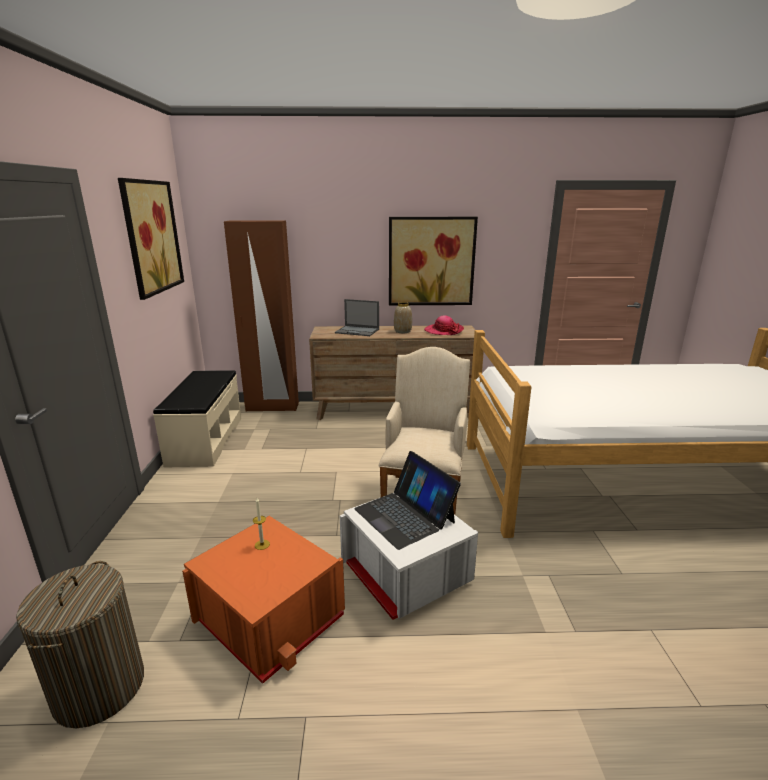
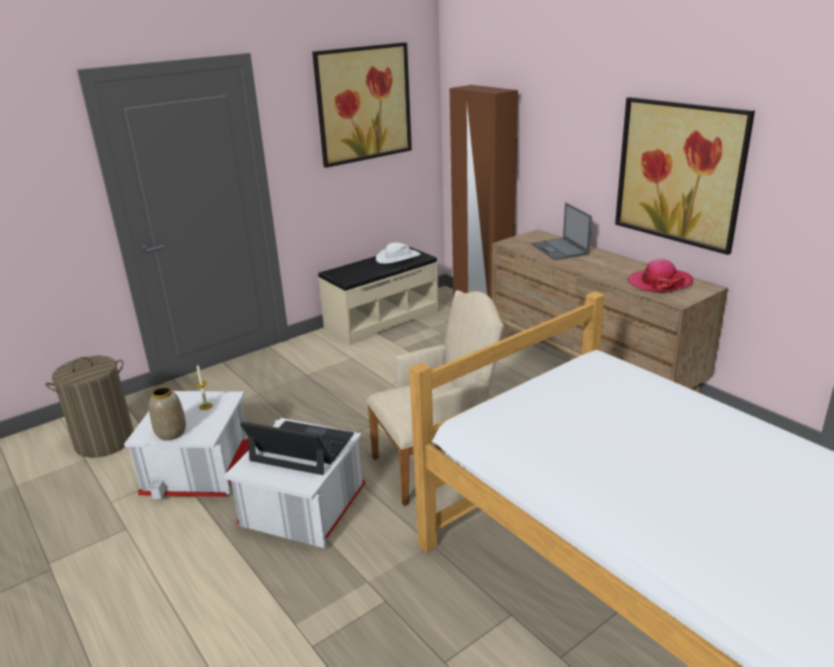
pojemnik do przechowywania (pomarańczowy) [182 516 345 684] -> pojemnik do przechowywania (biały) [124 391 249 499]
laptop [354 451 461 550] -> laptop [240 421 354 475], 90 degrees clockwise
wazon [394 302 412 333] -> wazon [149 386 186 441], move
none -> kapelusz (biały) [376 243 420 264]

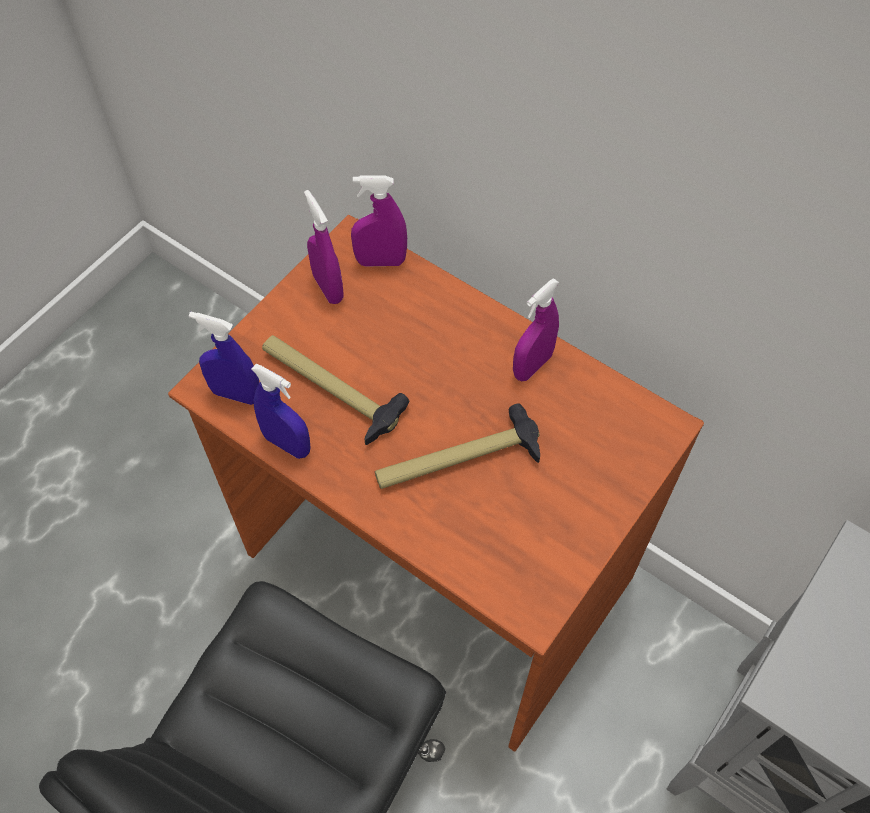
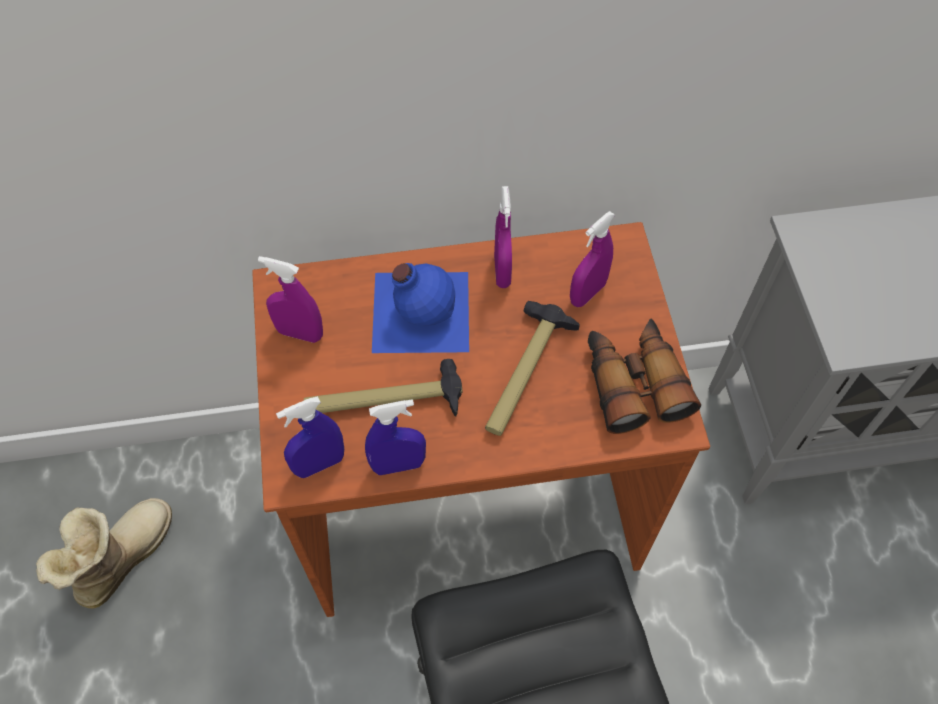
spryskiwacz (fioletowy) [351 175 407 267] -> spryskiwacz (fioletowy) [570 211 615 307], move
none -> but z cholewką [36 498 172 609]
none -> butelka (niebieski) [372 263 469 353]
none -> lornetka [588 318 701 434]

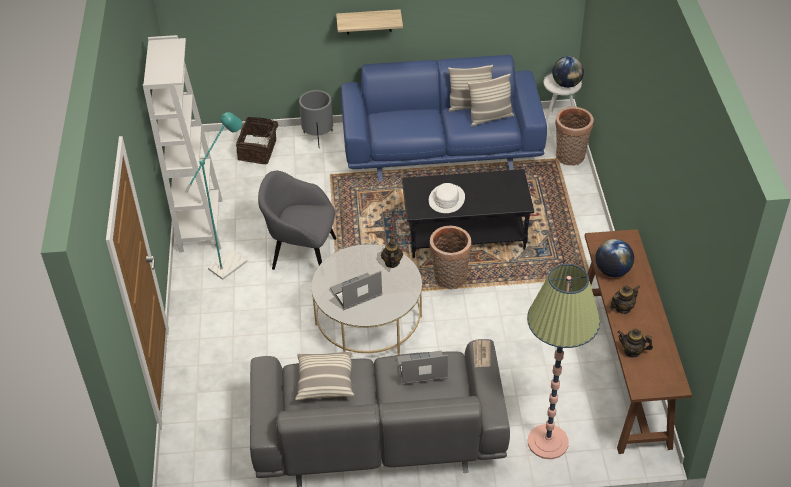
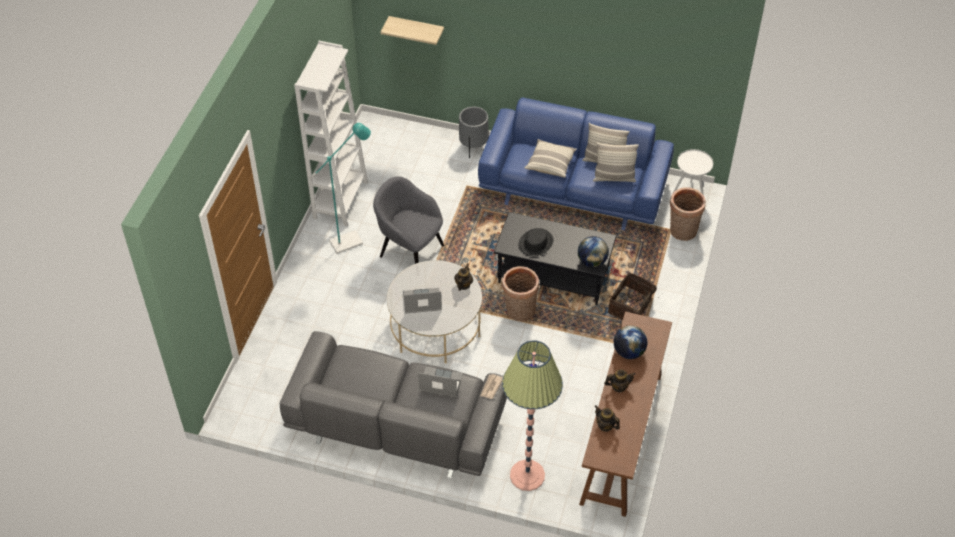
koszyk [236 117 278 164] -> koszyk [608 273 657 321], move
poduszka [295 351 354 400] -> poduszka [525 139 577 177], move
półka [336 9 403 35] -> półka [380 16 444 45], move
kapelusz (biały) [429 183 465 213] -> kapelusz (czarny) [518 228 554 256]
globus [552 56 584 88] -> globus [578 236 609 267], move

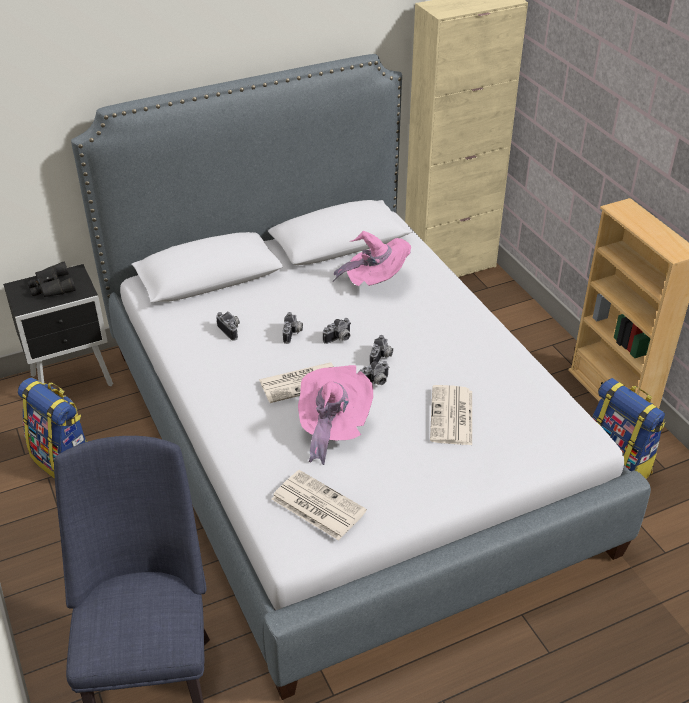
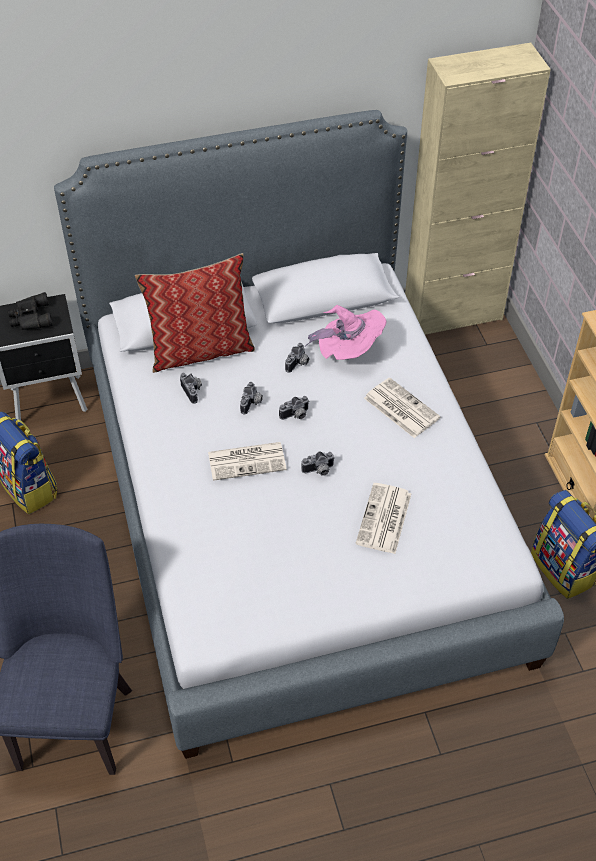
gazeta [271 470 367 541] -> gazeta [364 378 441 438], move
kapelusz (różowy) [298 365 373 465] -> none
aparat fotograficzny [370 335 393 365] -> aparat fotograficzny [285 343 310 373], move
none -> poduszka [135 253 255 373]

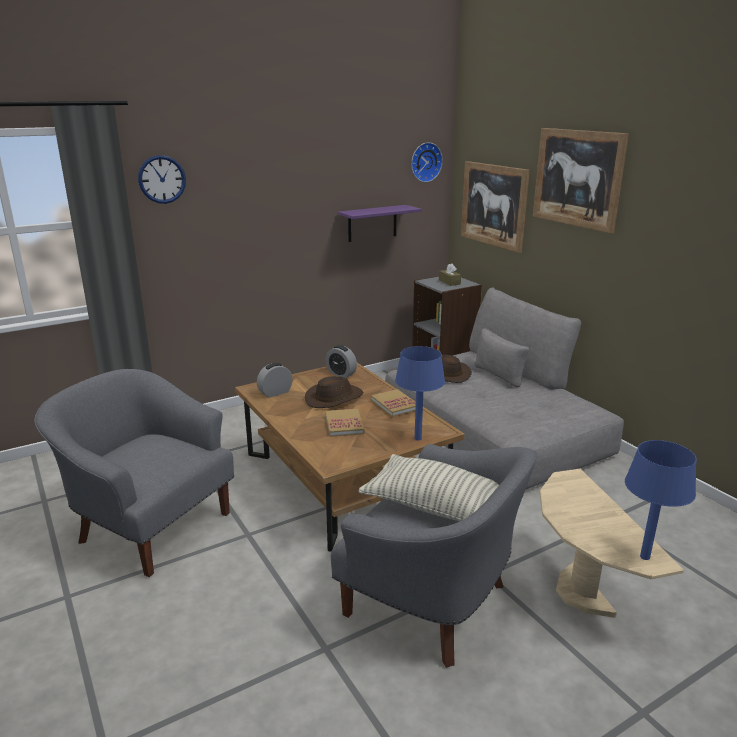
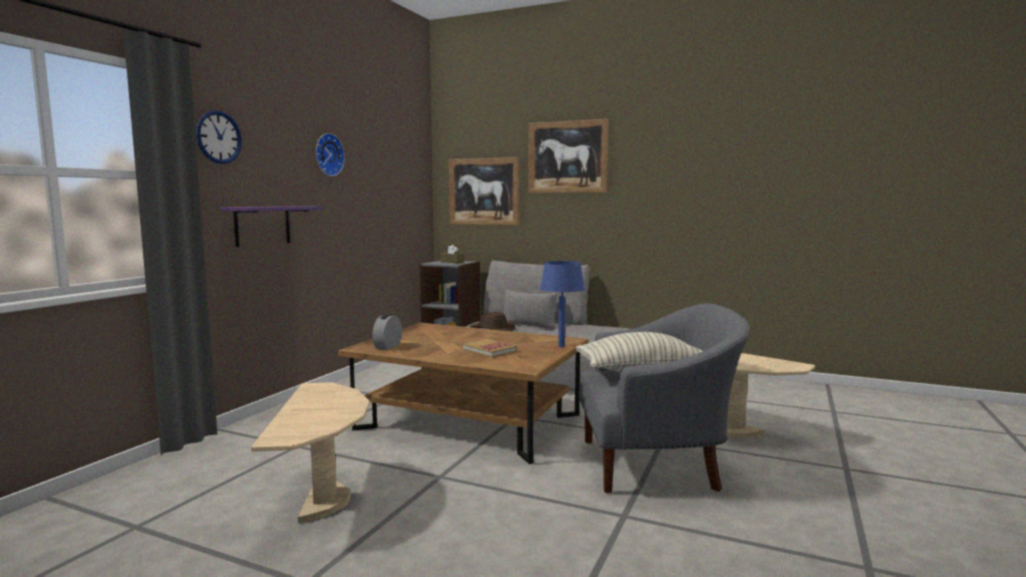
fotel (szary) [34 369 234 577] -> stolik (beżowy) [251 382 370 524]
kapelusz (brązowy) [305 376 363 408] -> none
budzik [326 345 357 378] -> none
półka (fioletowy) [338 205 422 242] -> półka (fioletowy) [221 206 323 247], move
książka [371 389 416 417] -> none
zegar ścienny [411 142 443 182] -> zegar ścienny [316 133 345 176], move
lampa stołowa (niebieski) [625 440 697 560] -> none

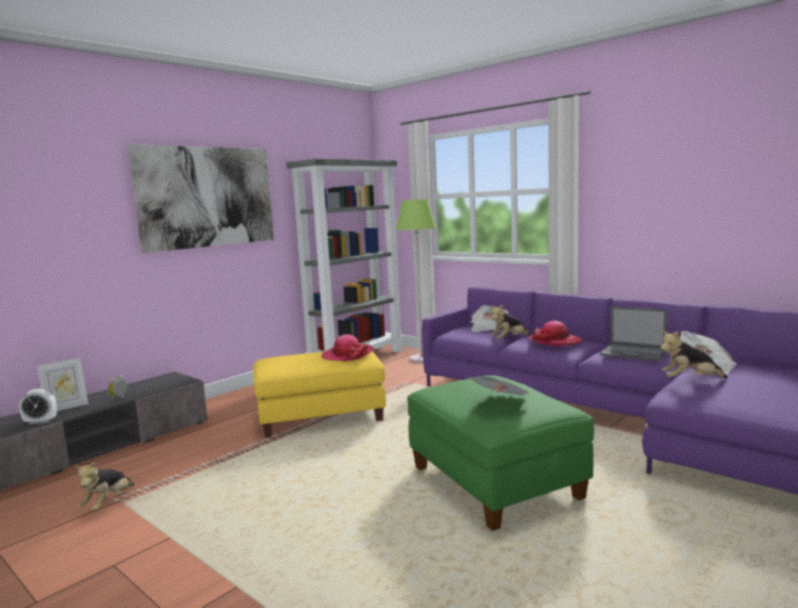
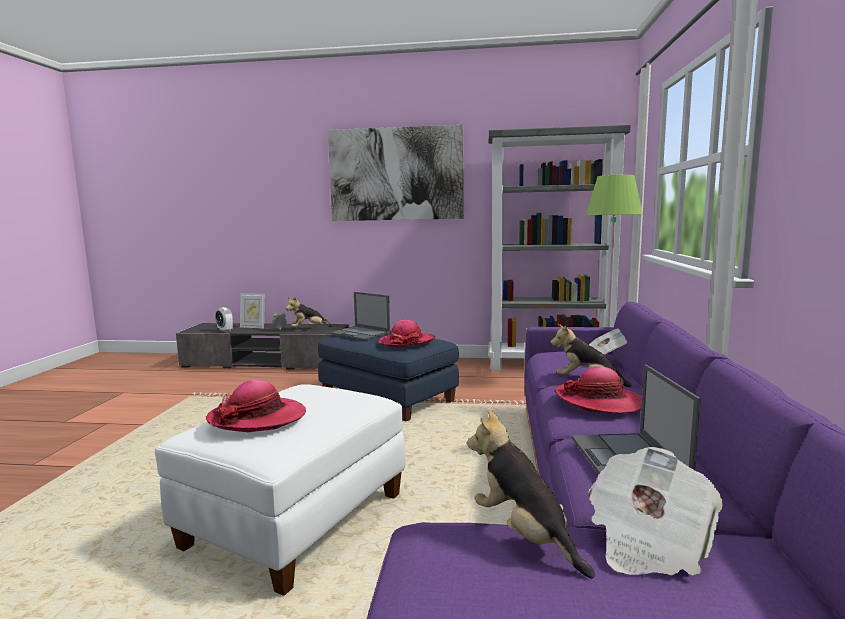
pluszak [75 461 134 511] -> pluszak [286 297 333 327], move
pufa (żółty) [253 351 386 438] -> pufa (niebieski) [318 331 459 421]
pufa (zielony) [407 375 594 531] -> pufa (biały) [155 384 406 596]
gazeta [467 377 528 396] -> kapelusz [206 379 306 432]
none -> laptop [330 292 390 340]

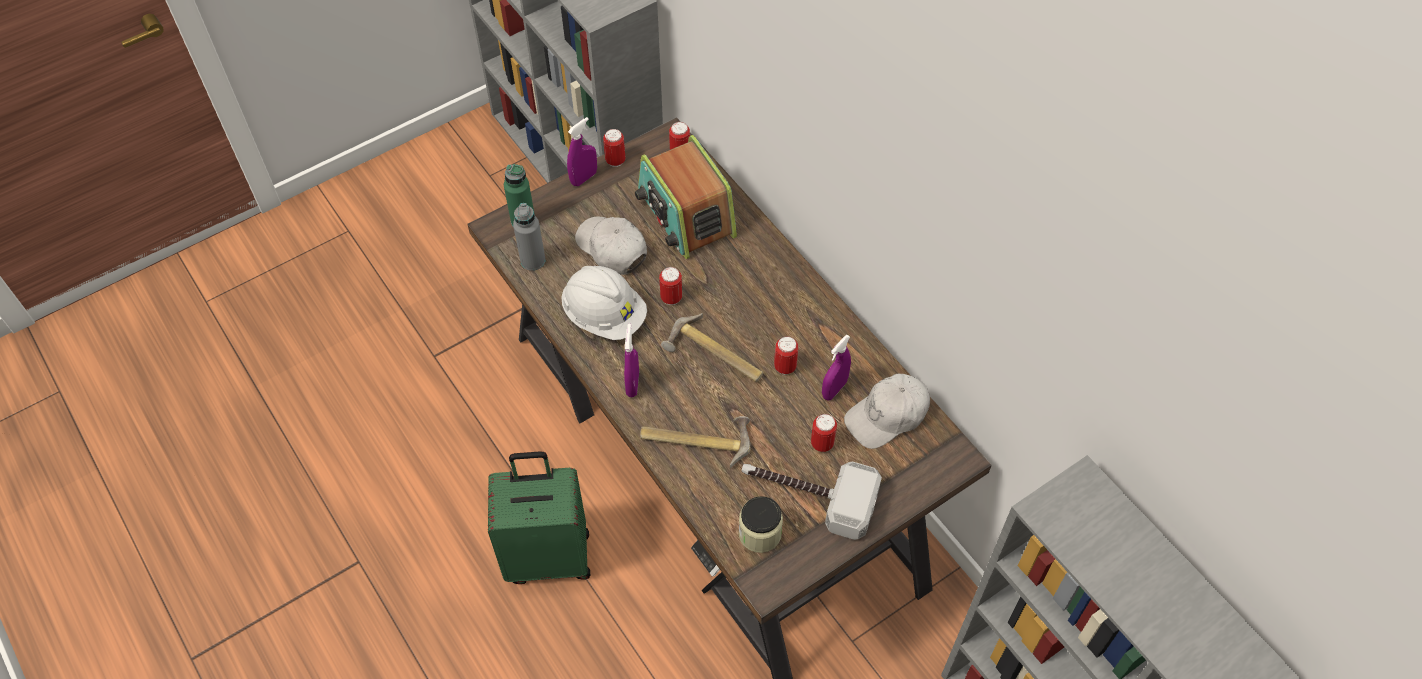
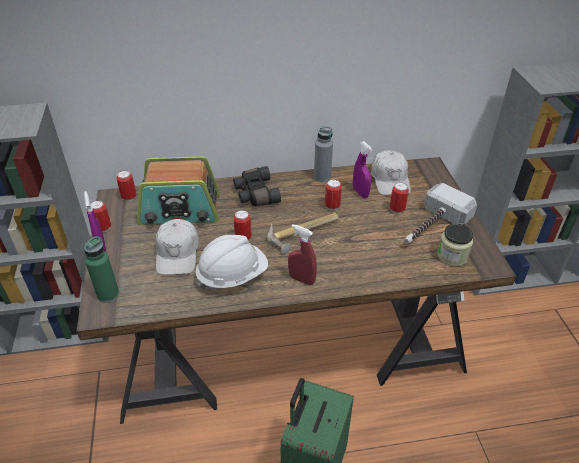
butelka (szary) [513 203 546 271] -> butelka (szary) [314 126 333 182], move
czapka z daszkiem (biały) [575 217 647 275] -> czapka z daszkiem (biały) [155 219 199 275], 75 degrees counterclockwise
spryskiwacz (fioletowy) [624 324 639 397] -> spryskiwacz (czerwony) [288 224 317 285]
młotek [640 416 751 468] -> none
none -> lornetka (czarny) [233 166 281 206]

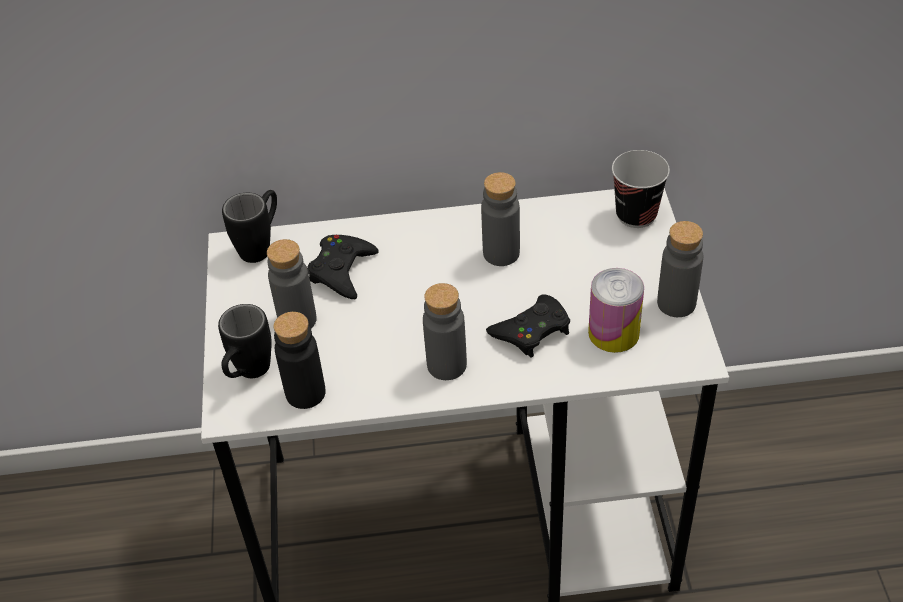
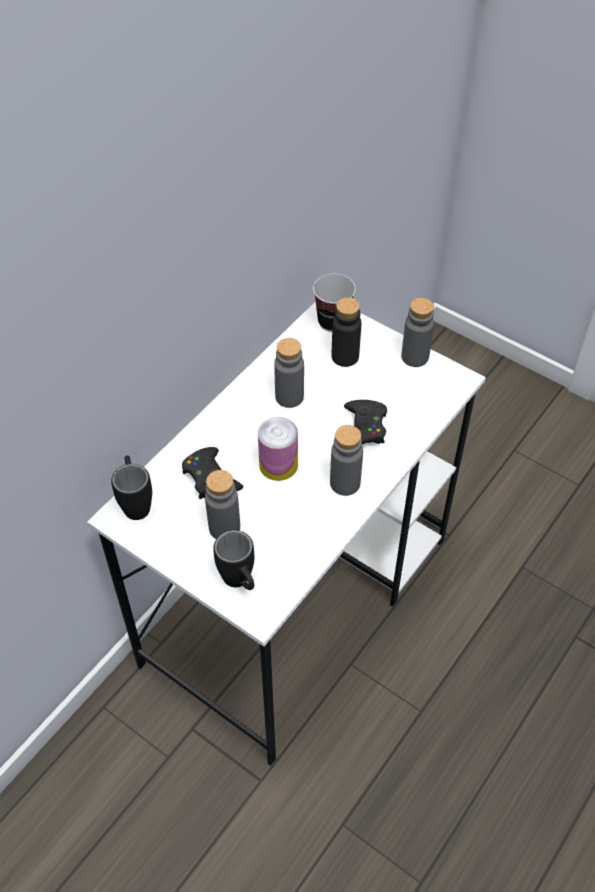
butelka (czarny) [273 312 326 409] -> butelka (czarny) [332 297 361 367], move
puszka [588 268 644 353] -> puszka [258 417 298 481], move

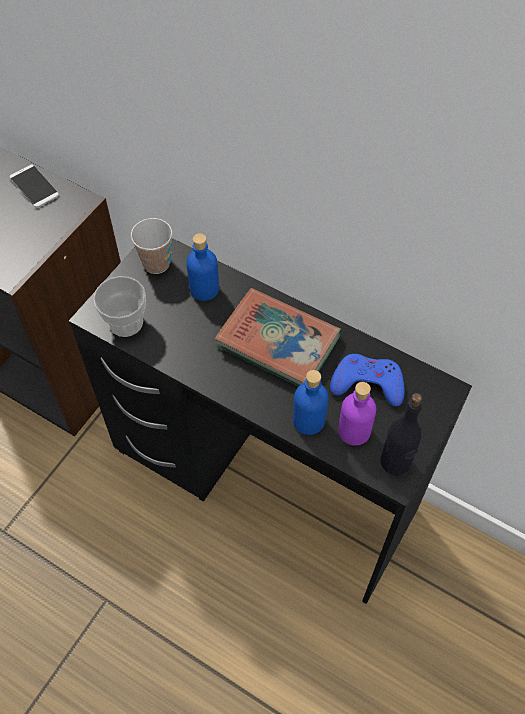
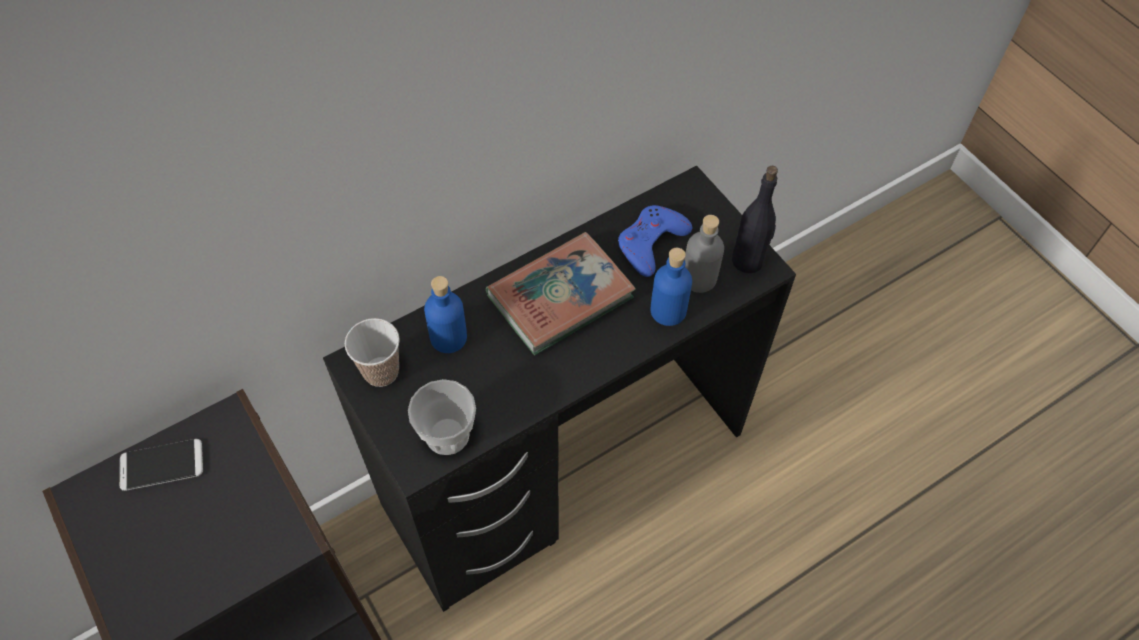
butelka (fioletowy) [338 382 376 446] -> butelka (szary) [684 215 724 293]

